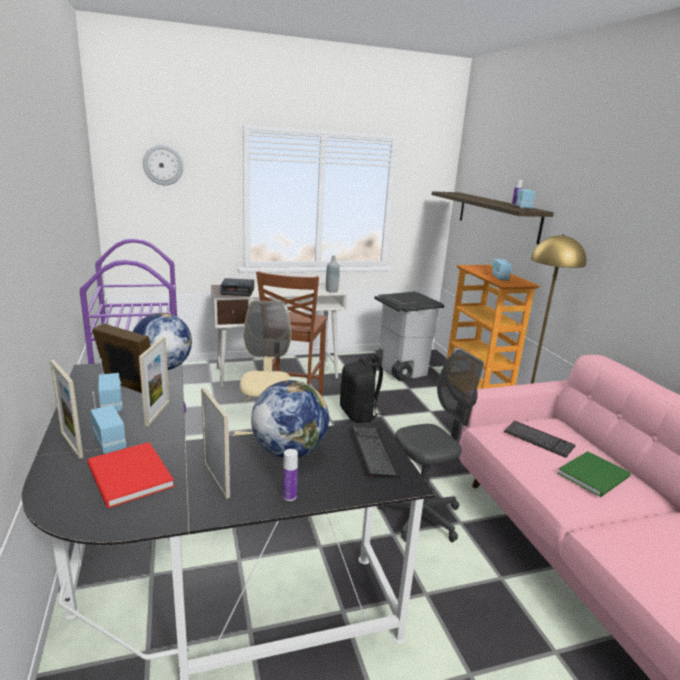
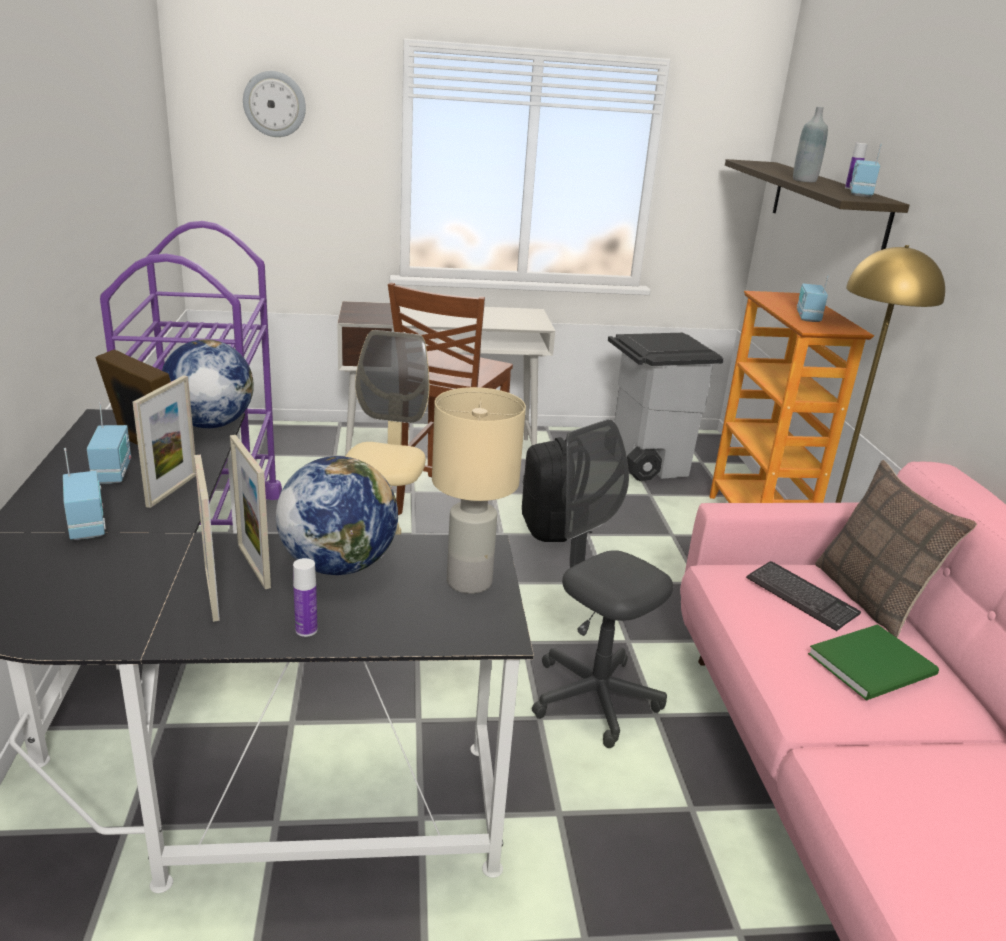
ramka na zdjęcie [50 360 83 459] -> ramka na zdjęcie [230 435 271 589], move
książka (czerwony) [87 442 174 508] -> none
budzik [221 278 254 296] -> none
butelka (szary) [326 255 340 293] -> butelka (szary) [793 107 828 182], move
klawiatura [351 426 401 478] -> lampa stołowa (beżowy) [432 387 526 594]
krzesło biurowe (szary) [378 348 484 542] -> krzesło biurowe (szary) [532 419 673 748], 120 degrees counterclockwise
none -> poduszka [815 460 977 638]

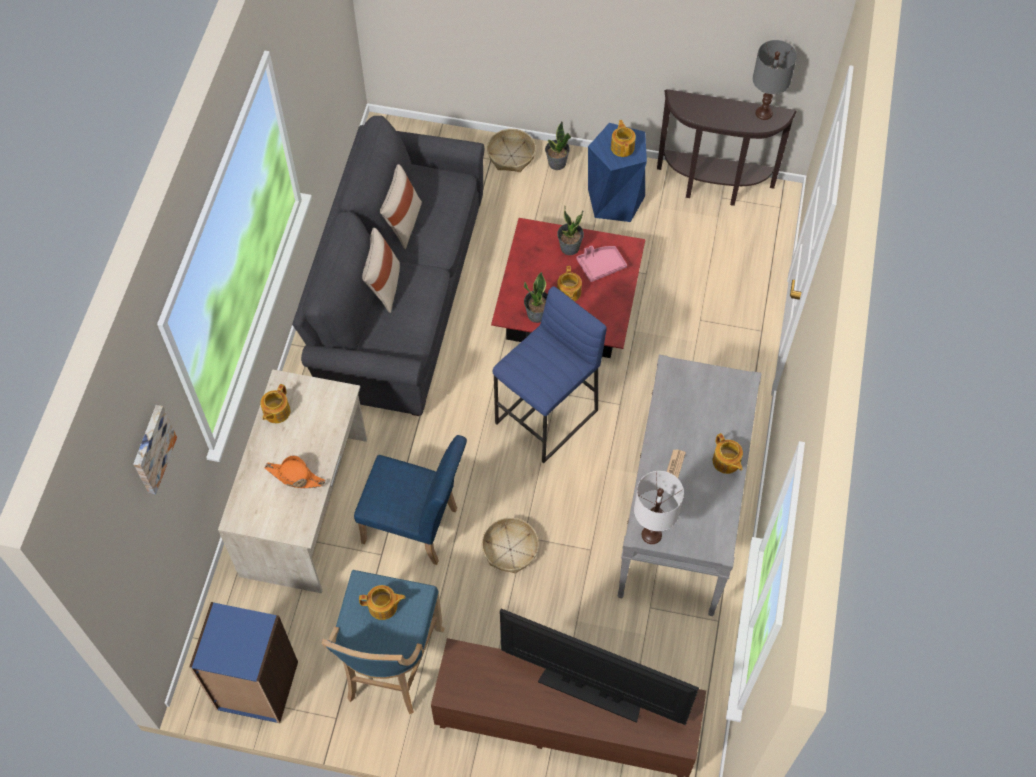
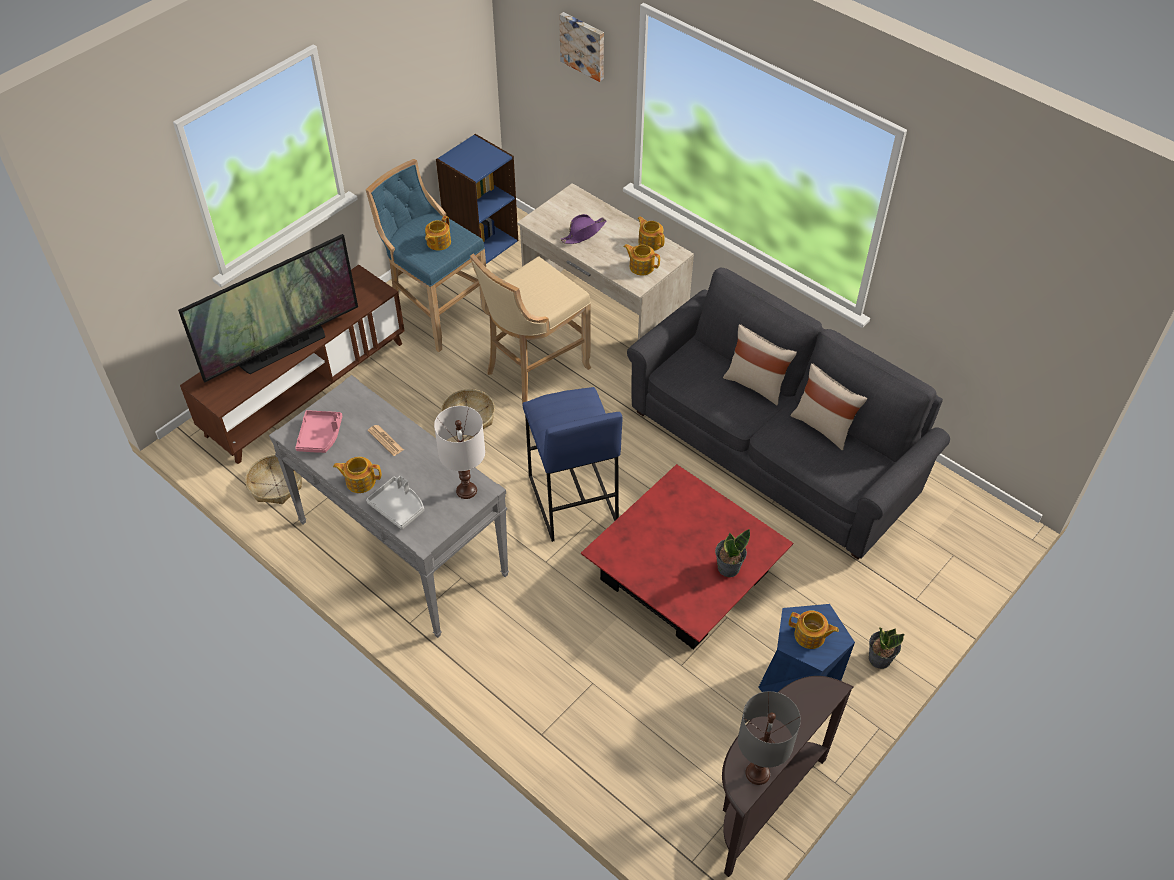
kapelusz (pomarańczowy) [265 455 325 488] -> kapelusz (fioletowy) [561 214 606 244]
krzesło (niebieski) [354 435 467 565] -> stołek (beżowy) [470 253 591 404]
koszyk [487 129 536 172] -> koszyk [245 455 302 504], move
roślina doniczkowa [524 272 548 323] -> none
imbryk [557 266 582 301] -> imbryk [624 244 660 275], move
taca (różowy) [576 246 627 282] -> taca (różowy) [295 410 342 453], move
lampa stołowa (biały) [634 471 684 544] -> lampa stołowa (biały) [434 406 485 499], move
none -> taca (szary) [366 476 424 529]

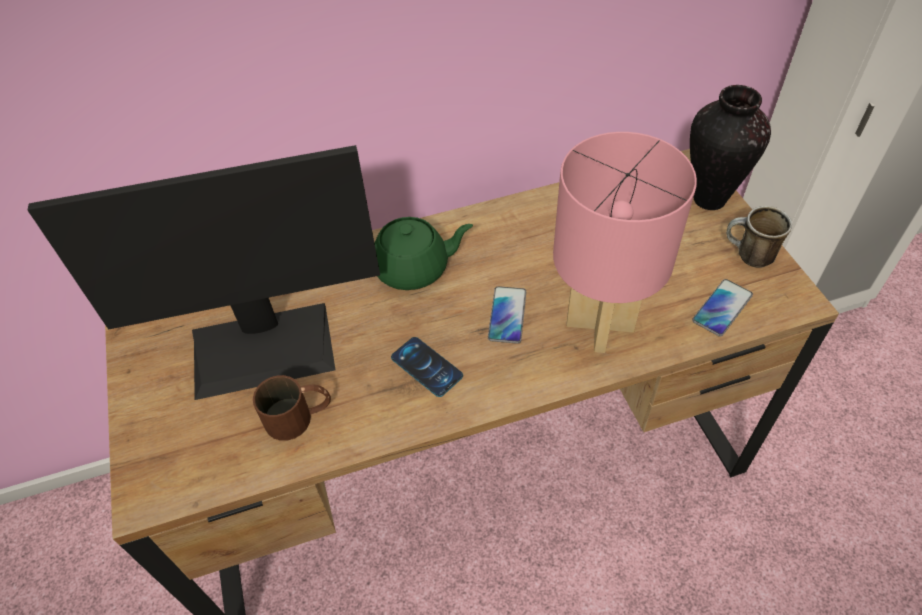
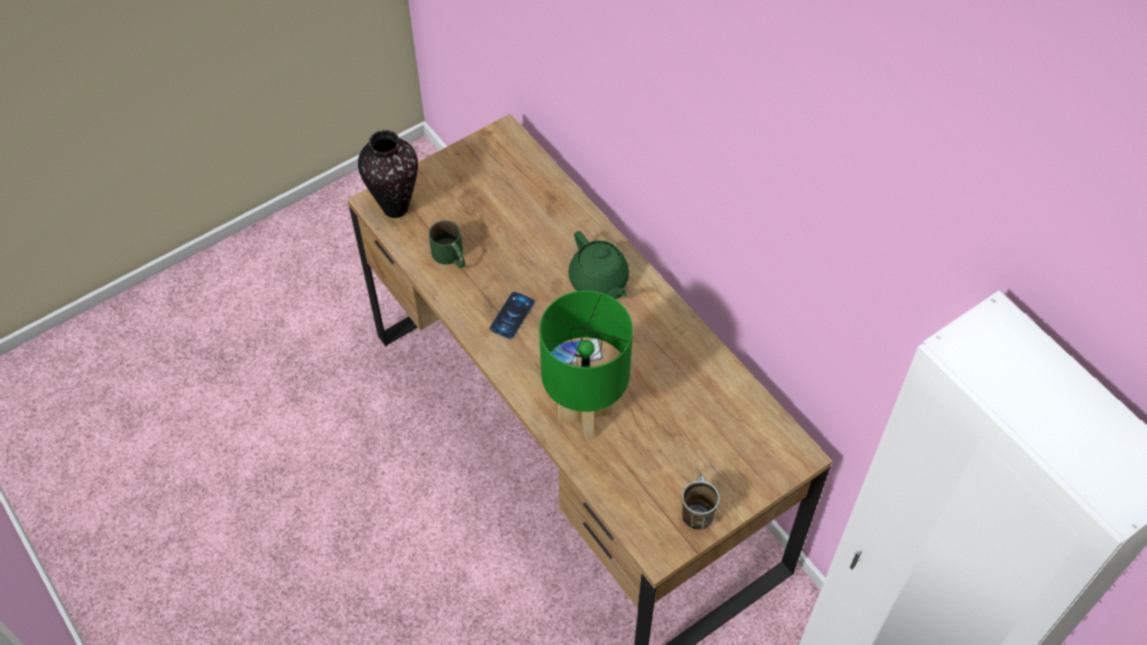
monitor [28 145 380 400] -> none
kubek (brązowy) [253 375 331 441] -> kubek (zielony) [429 220 465 268]
lampa stołowa (różowy) [553 132 697 353] -> lampa stołowa (zielony) [539 290 633 439]
wazon [690 85 771 210] -> wazon [358 130 418 218], move
telefon [692 279 753 337] -> none

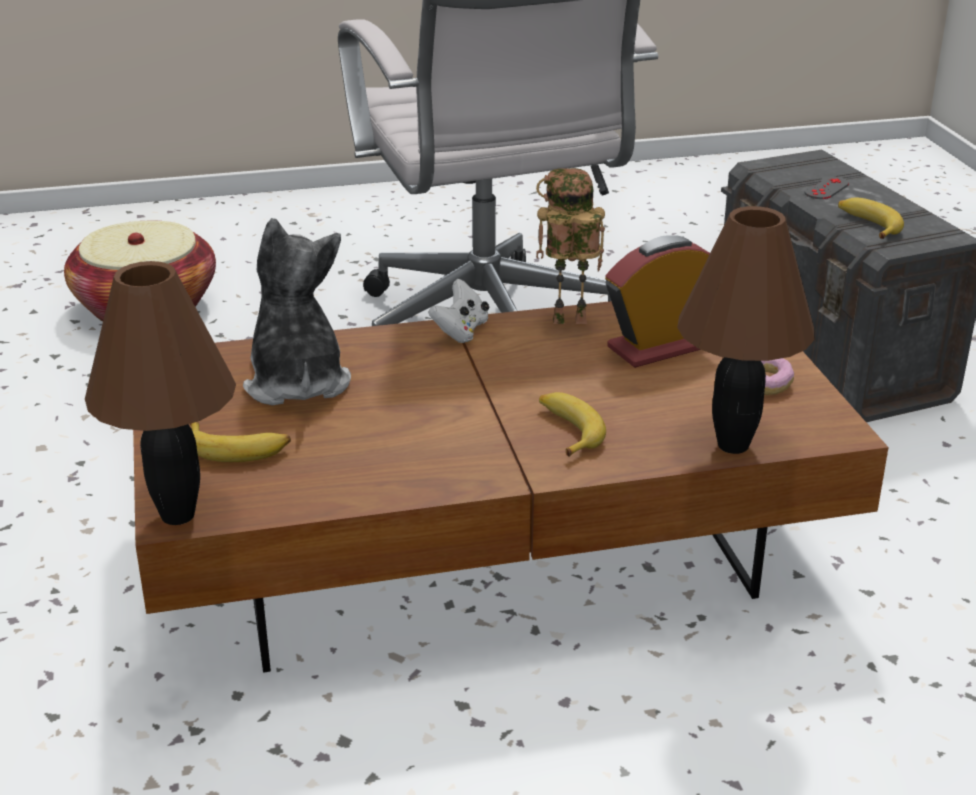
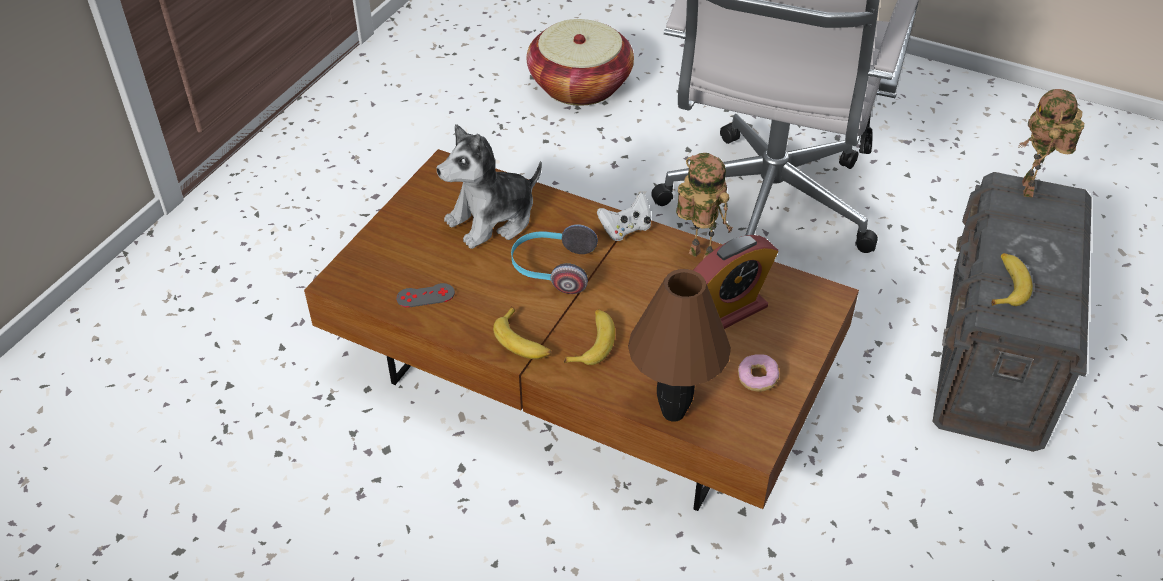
lampa stołowa (brązowy) [85 261 236 525] -> none
banan [190 422 291 462] -> banan [493 306 551 359], move
pluszak [243 218 351 405] -> pluszak [437 124 542 249], 150 degrees counterclockwise
budzik [605 235 710 368] -> budzik [693 235 778 329], 135 degrees clockwise
pad do gier (szary) [804 176 849 199] -> pad do gier (szary) [396 283 455 308], move
none -> słuchawki [511 224 598 294]
none -> robot zabawkowy [1019 89 1084 198]

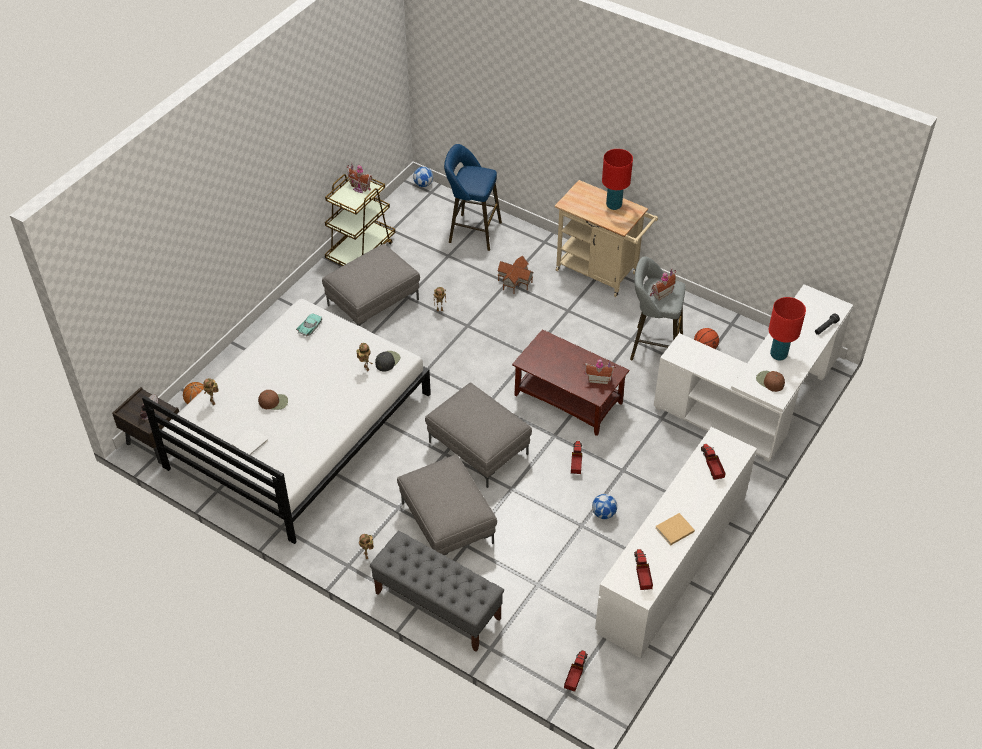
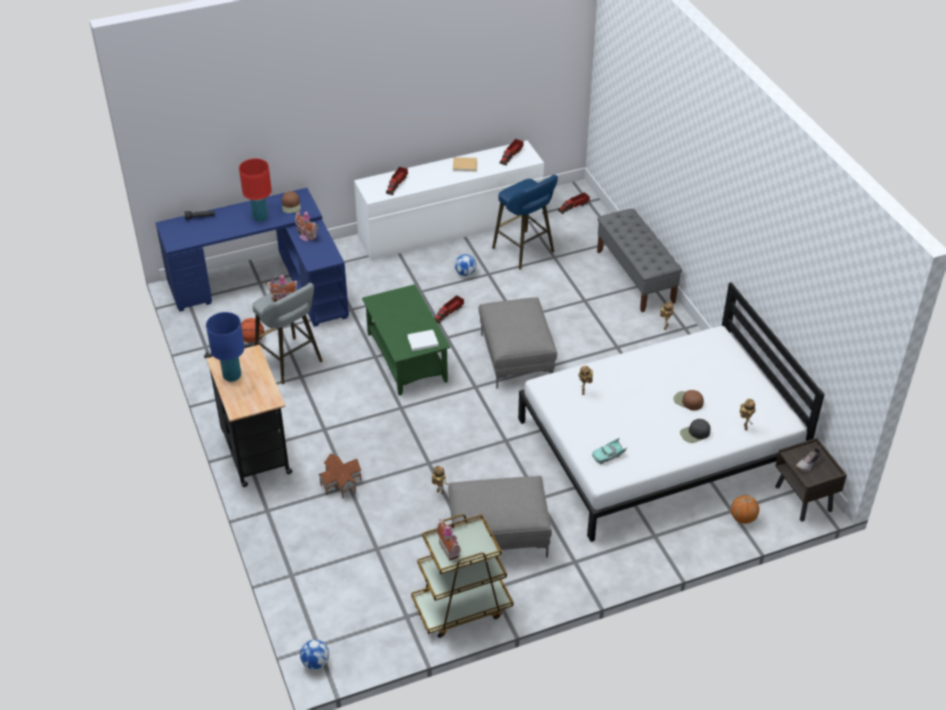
książka (biały) [232 428 269 455] -> książka (biały) [407 330 439 351], move
czapka z daszkiem (czarny) [375 351 400 371] -> czapka z daszkiem (czarny) [680 419 710 443], move
pufa (szary) [397 454 497 555] -> none
stołek (niebieski) [444 144 502 251] -> stołek (niebieski) [492 175 558 270], move
ława (brązowy) [512 329 630 436] -> ława (zielony) [362 284 451 396]
wózek (beżowy) [555 180 658 297] -> wózek (czarny) [204 341 292 487]
domek [583 359 616 384] -> domek [295 208 319 242], move
lampa stołowa (czerwony) [602 149 633 210] -> lampa stołowa (niebieski) [206 312 245 382]
biurko (biały) [654 284 853 462] -> biurko (niebieski) [155 188 349 327]

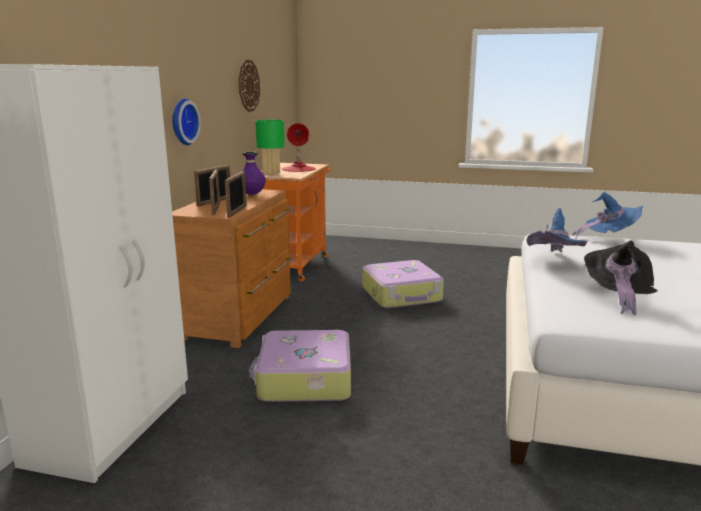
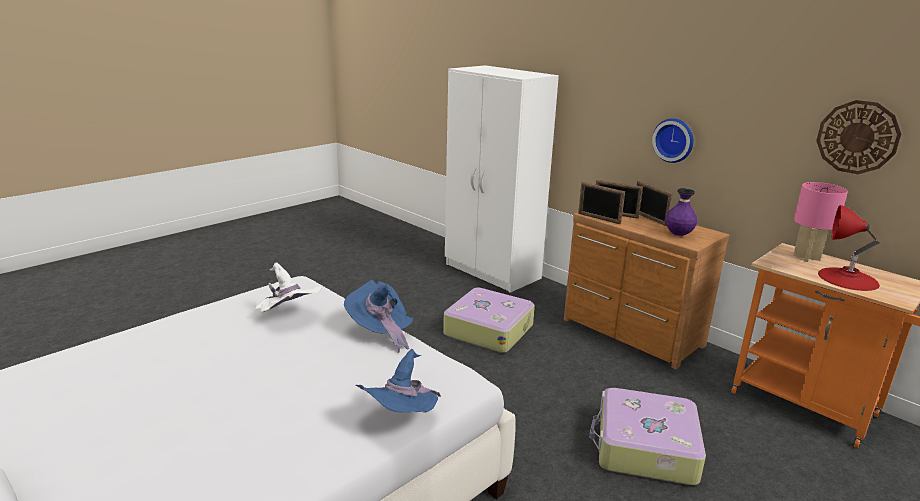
lampa stołowa (zielony) [255 120 284 175] -> lampa stołowa (różowy) [793 182 848 262]
kapelusz (czarny) [584 240 657 315] -> kapelusz (biały) [255 262 322 312]

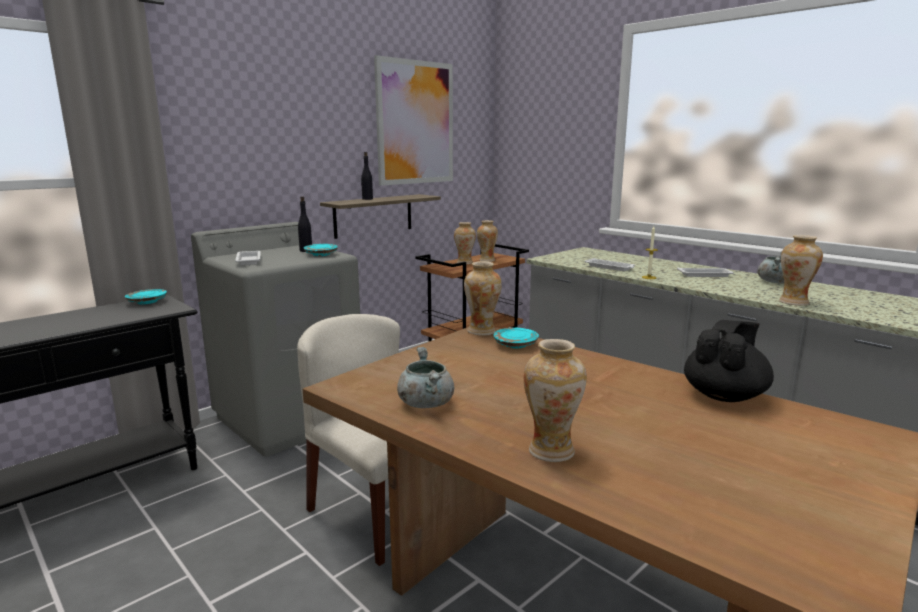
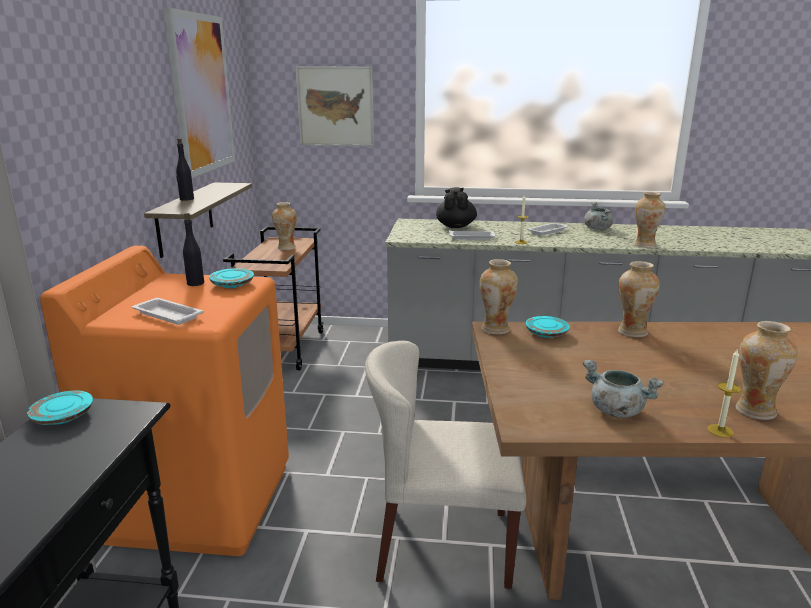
pralka (szary) [191 222 360 457] -> pralka (pomarańczowy) [40 246 289 556]
wazon [454 222 476 264] -> wazon [618 261 660 337], move
imbryk (czarny) [684 320 774 402] -> imbryk (czarny) [436 187 477 228], move
none -> obraz [295 66 374 147]
none -> świeca [707 348 741 438]

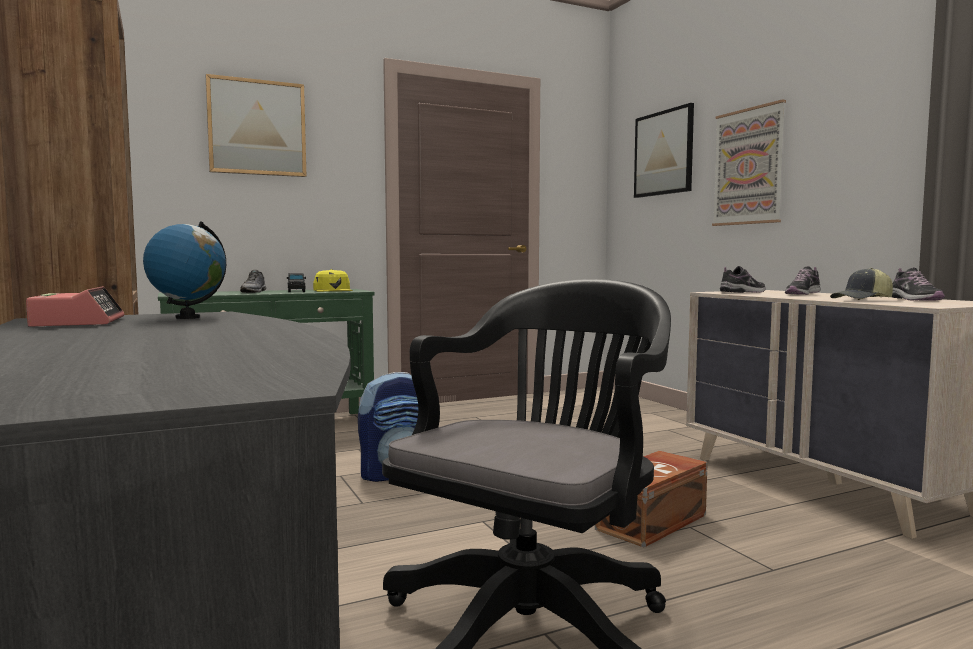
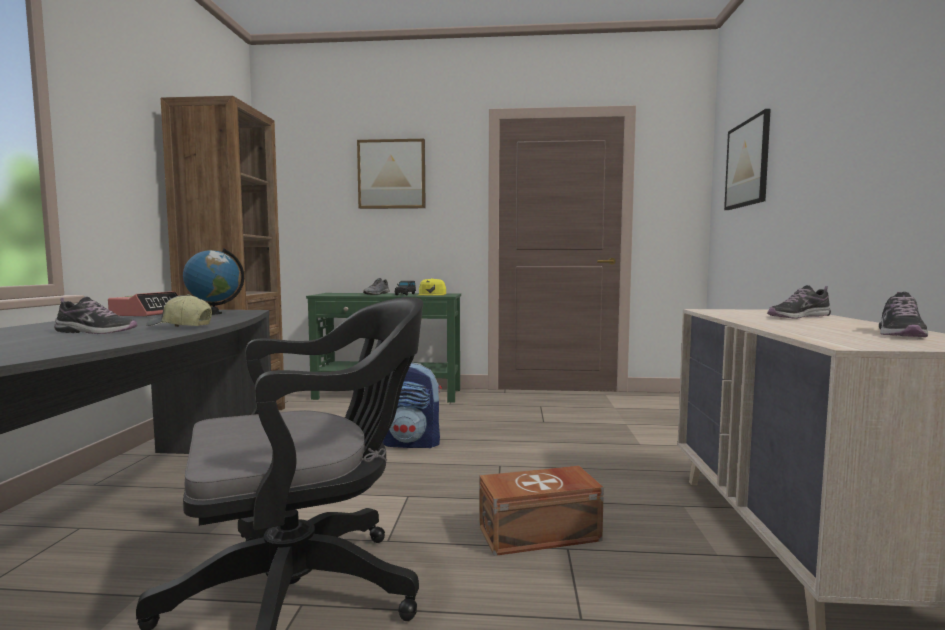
obraz [712 99 786 226] -> none
but [720 266 766 293] -> but [54 297 137 334], move
czapka z daszkiem [830 268 893 300] -> czapka z daszkiem [146 294 212 327], move

